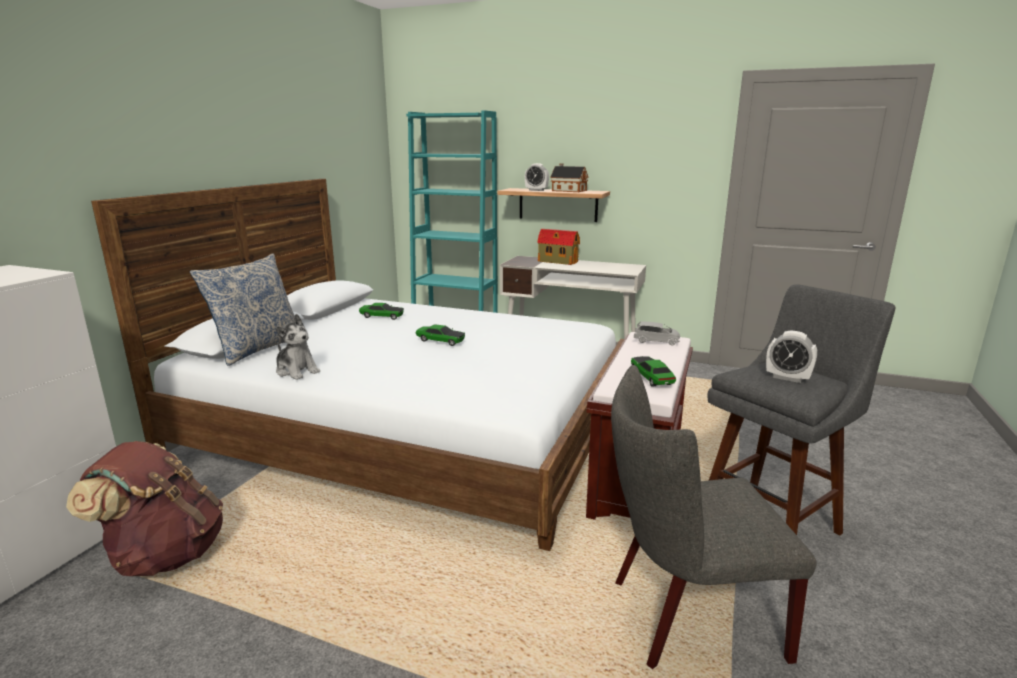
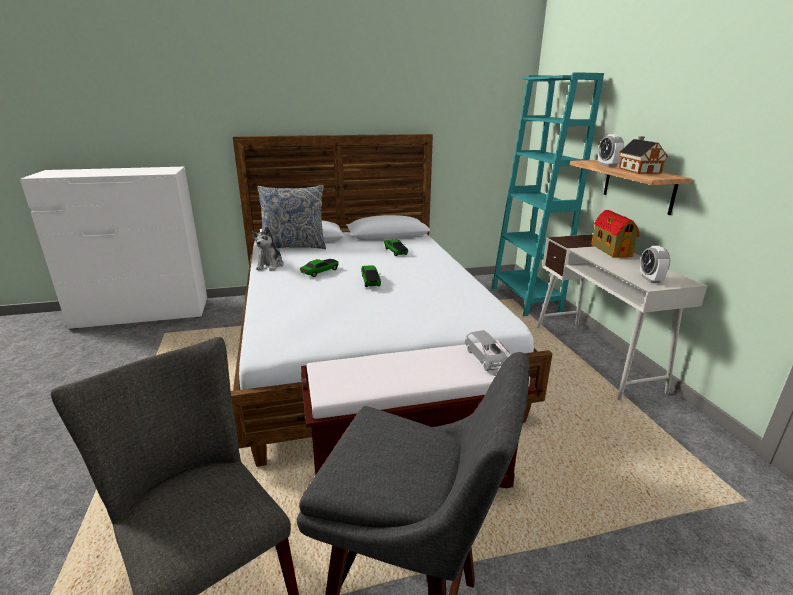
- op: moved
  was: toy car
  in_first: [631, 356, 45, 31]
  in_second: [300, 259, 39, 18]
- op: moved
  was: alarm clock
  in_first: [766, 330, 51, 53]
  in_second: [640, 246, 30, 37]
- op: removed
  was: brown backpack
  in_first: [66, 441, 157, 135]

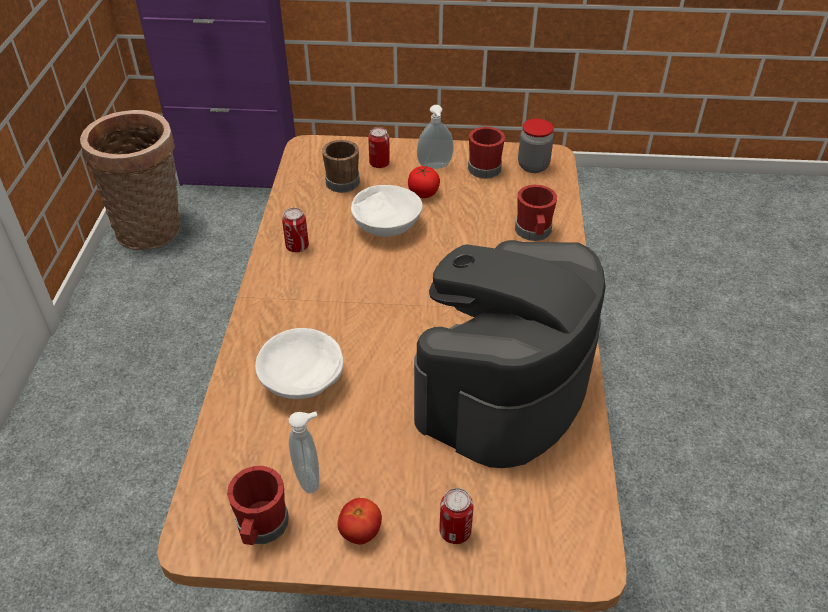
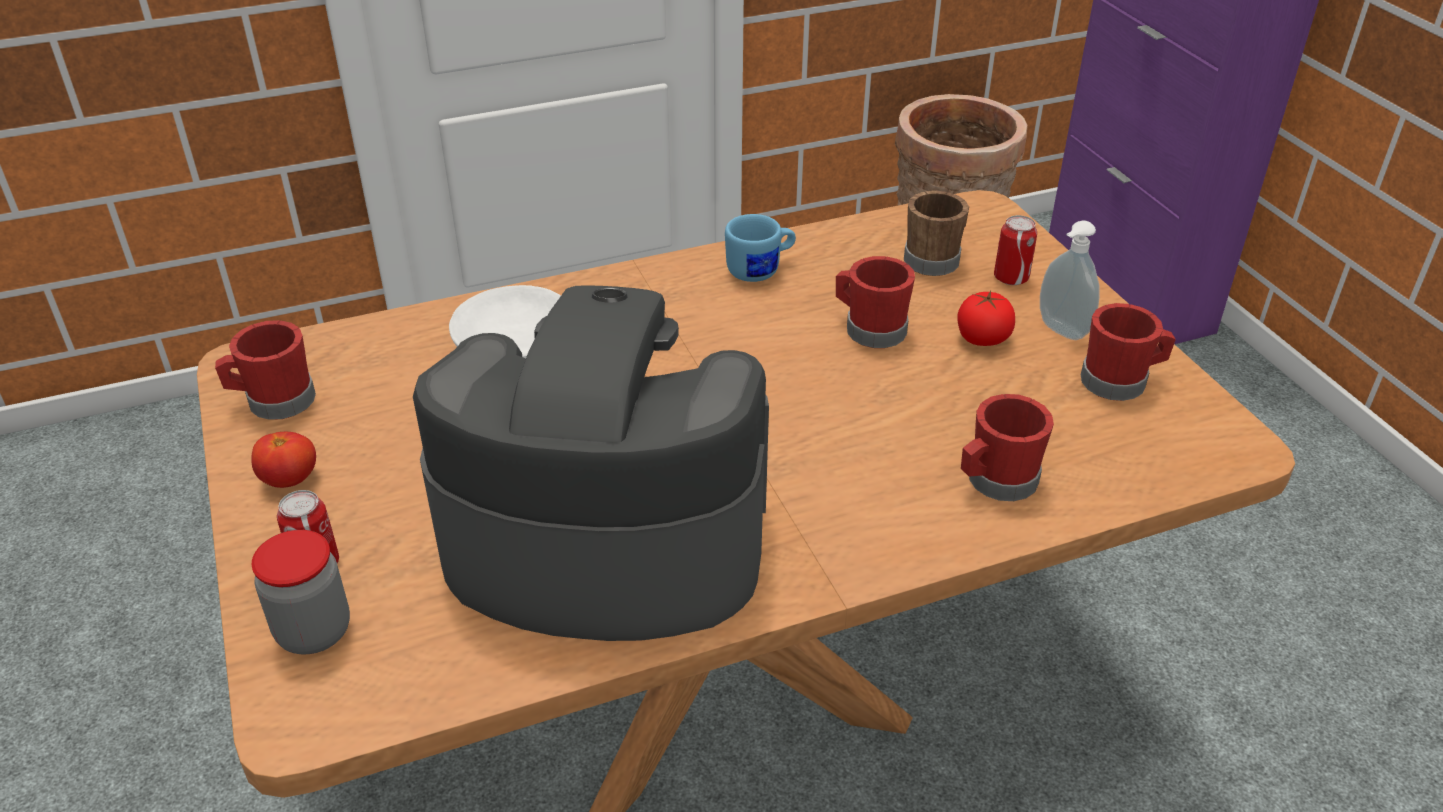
- op: moved
  was: jar
  in_first: [518, 119, 36, 54]
  in_second: [252, 530, 98, 124]
- op: replaced
  was: can
  now: blue mug
  in_first: [282, 208, 27, 44]
  in_second: [725, 214, 71, 68]
- op: replaced
  was: white bowl
  now: red mug
  in_first: [351, 185, 72, 52]
  in_second: [836, 256, 79, 92]
- op: removed
  was: soap dispenser
  in_first: [289, 412, 30, 82]

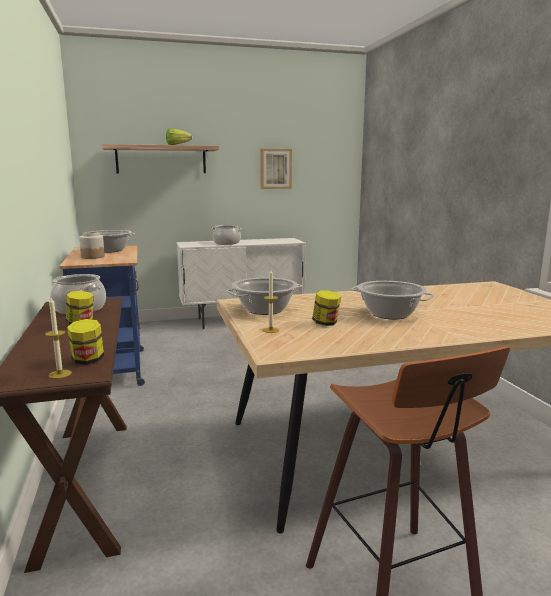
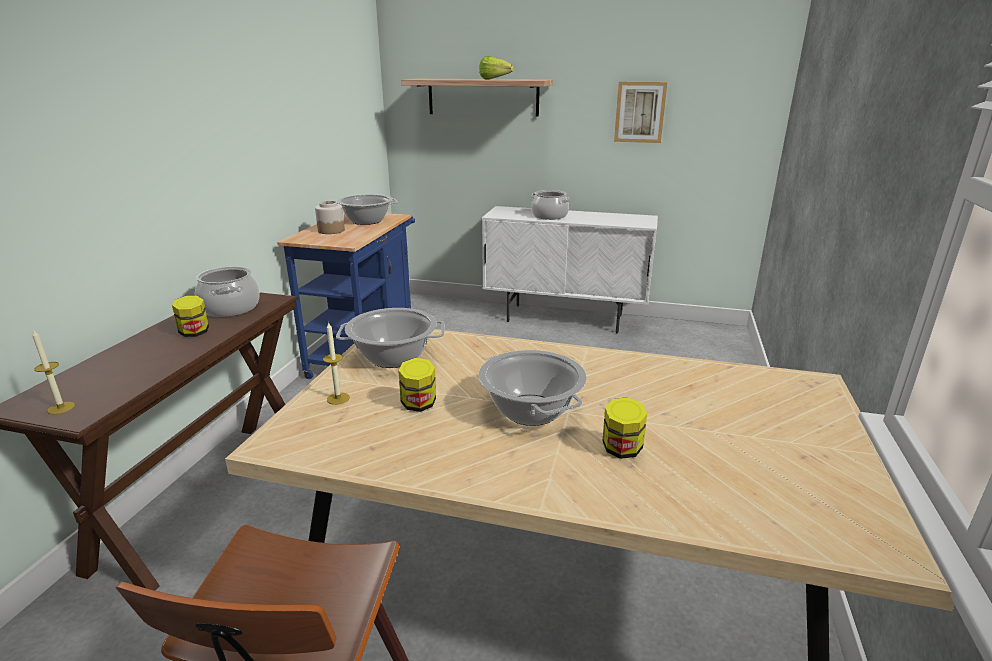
- op: moved
  was: jar
  in_first: [67, 319, 37, 46]
  in_second: [603, 397, 44, 62]

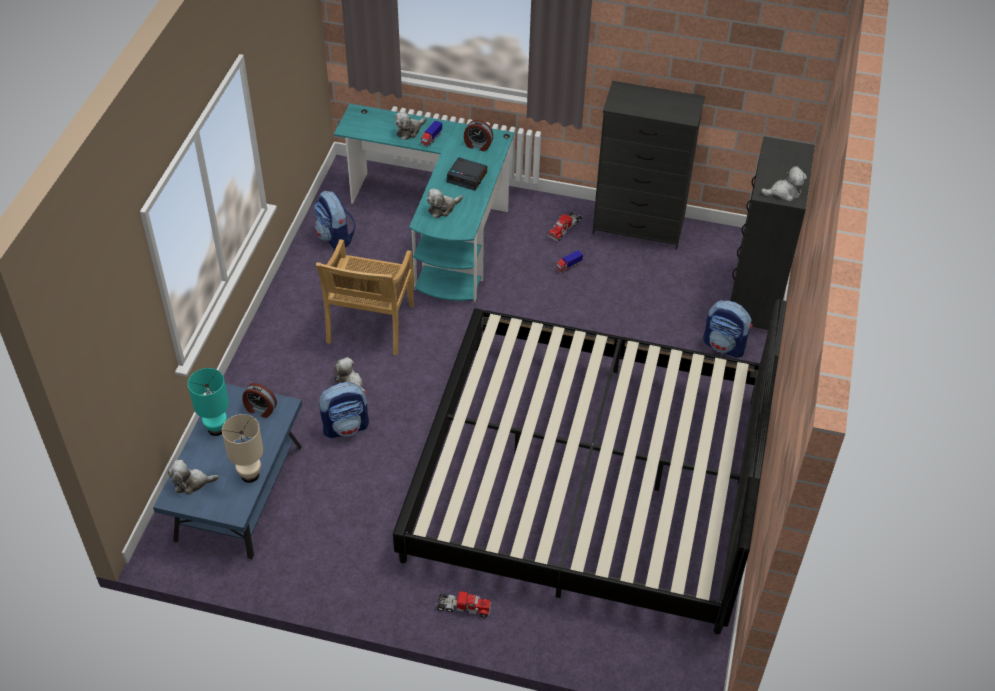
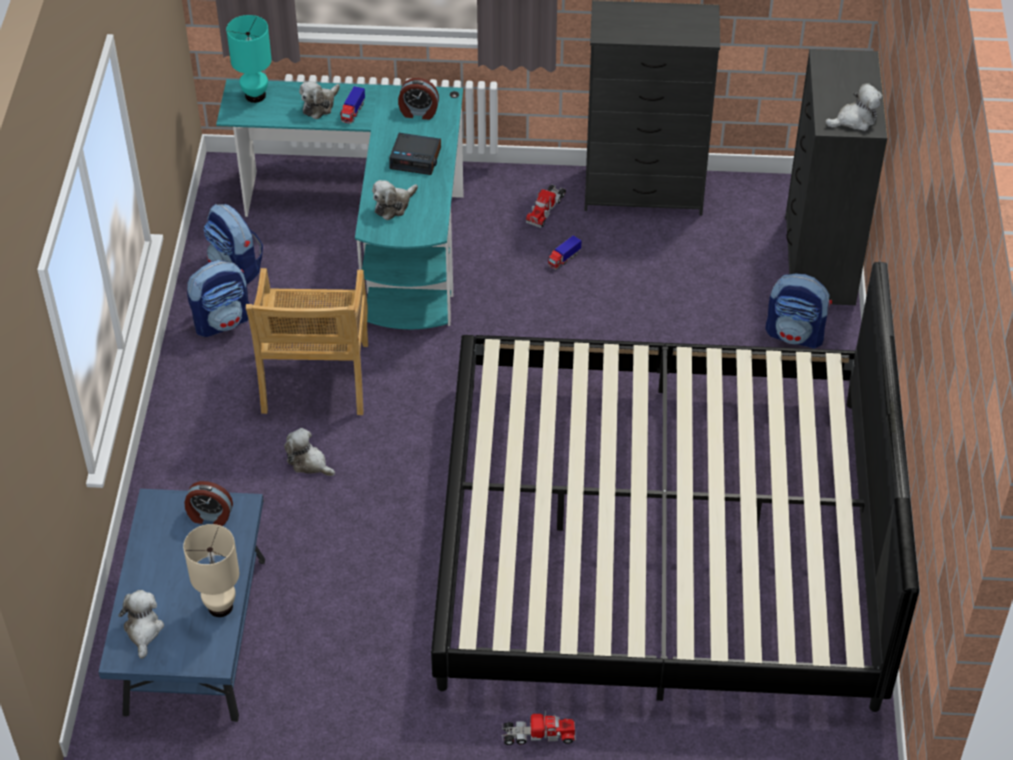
- op: turned
  was: plush toy
  in_first: [168, 460, 51, 35]
  in_second: [118, 590, 46, 69]
  clockwise: 105
- op: moved
  was: backpack
  in_first: [319, 382, 50, 56]
  in_second: [187, 260, 62, 77]
- op: moved
  was: turquoise table lamp
  in_first: [188, 368, 41, 68]
  in_second: [226, 15, 46, 88]

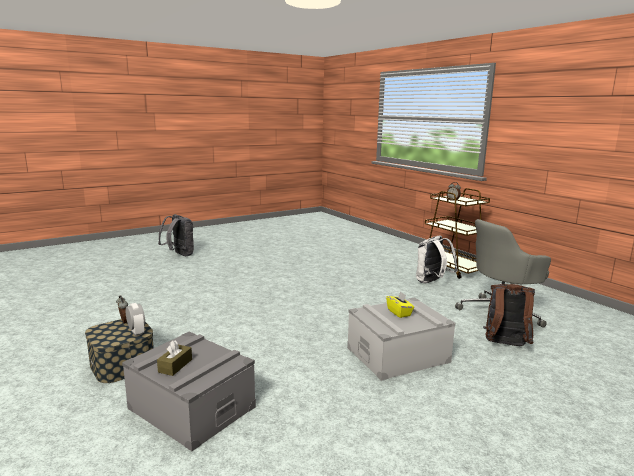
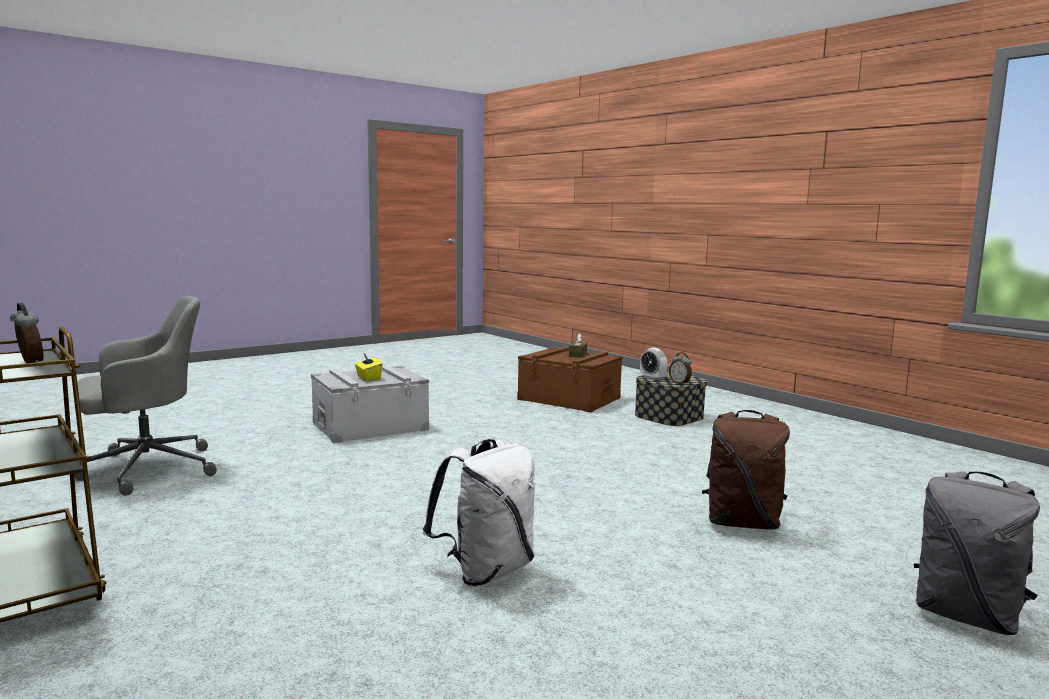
- op: moved
  was: white backpack
  in_first: [416, 236, 42, 47]
  in_second: [423, 439, 112, 147]
- op: recoloured
  was: grey storage box
  now: brown storage box
  in_first: [122, 331, 134, 120]
  in_second: [517, 347, 105, 65]
- op: moved
  was: brown backpack
  in_first: [483, 284, 52, 62]
  in_second: [702, 410, 88, 120]

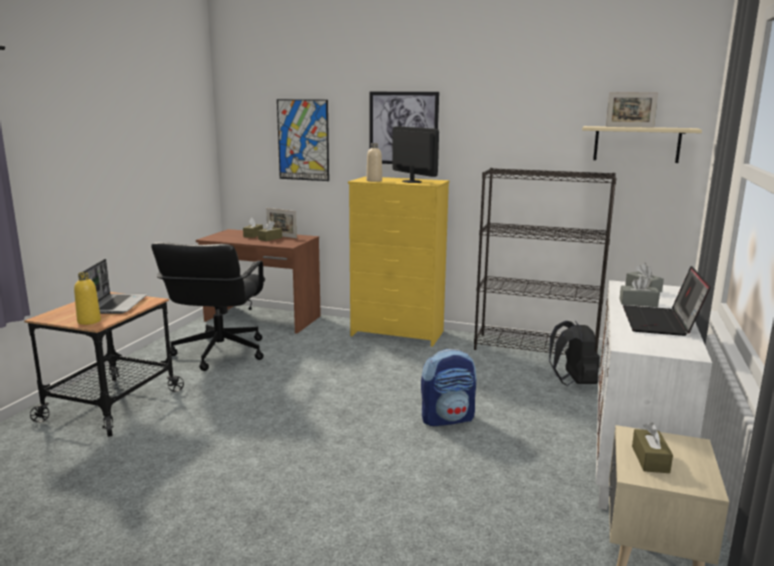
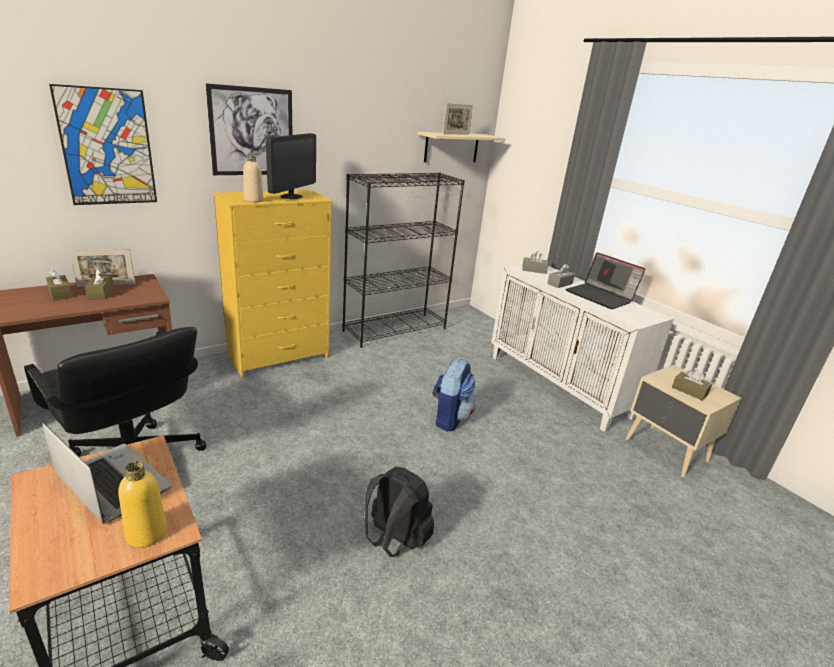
- op: turned
  was: monitor
  in_first: [392, 126, 47, 57]
  in_second: [266, 133, 50, 66]
  clockwise: 105
- op: moved
  was: black backpack
  in_first: [549, 321, 51, 65]
  in_second: [364, 467, 70, 90]

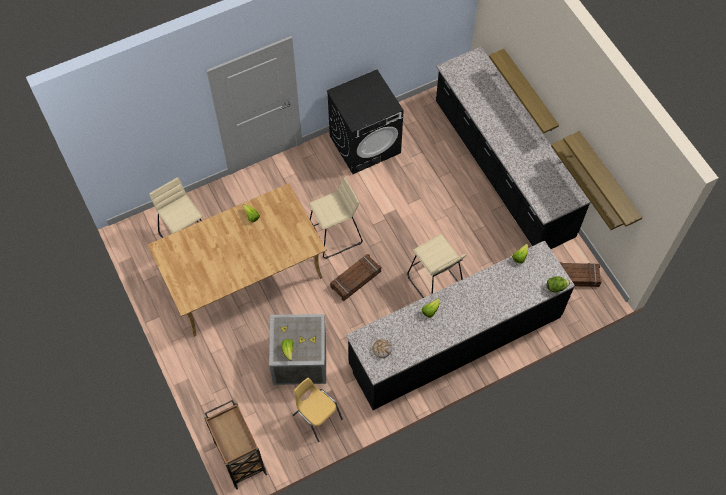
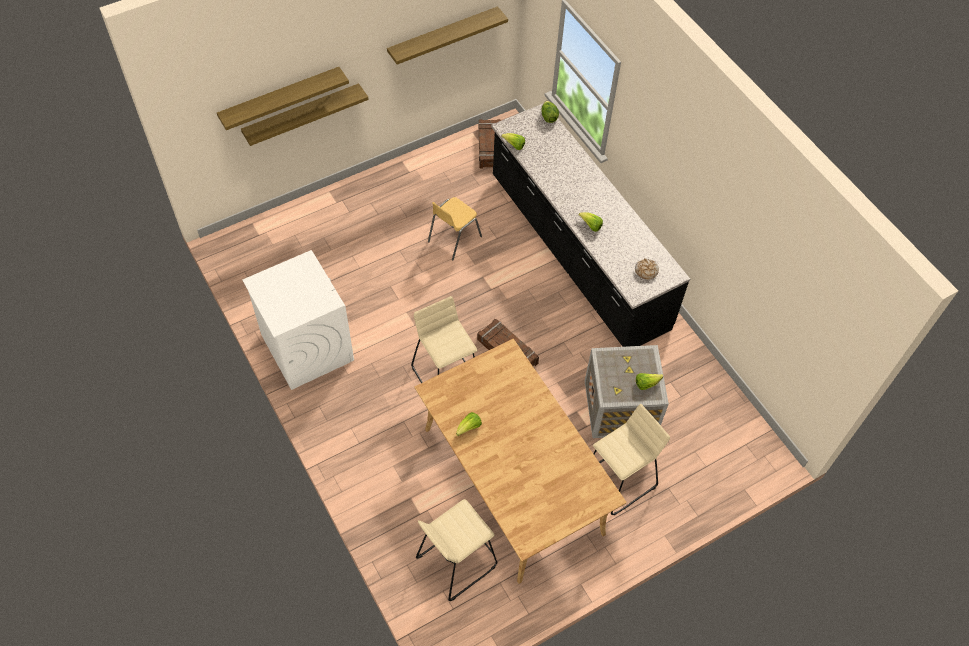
- op: moved
  was: shelf
  in_first: [551, 139, 73, 91]
  in_second: [217, 67, 132, 63]
- op: recoloured
  was: black washing machine
  now: white washing machine
  in_first: [327, 70, 77, 104]
  in_second: [242, 250, 112, 140]
- op: moved
  was: yellow chair
  in_first: [293, 378, 50, 64]
  in_second: [428, 197, 54, 63]
- op: moved
  was: beige stool
  in_first: [407, 234, 59, 64]
  in_second: [593, 404, 77, 111]
- op: removed
  was: brown cart
  in_first: [204, 400, 63, 90]
- op: removed
  was: black counter
  in_first: [436, 47, 155, 202]

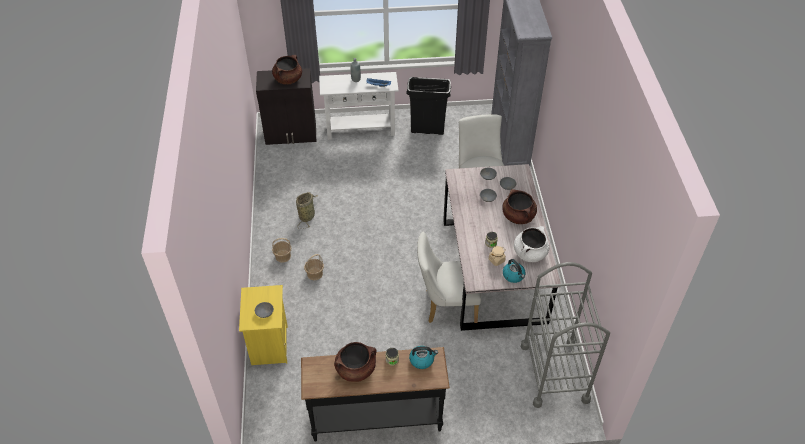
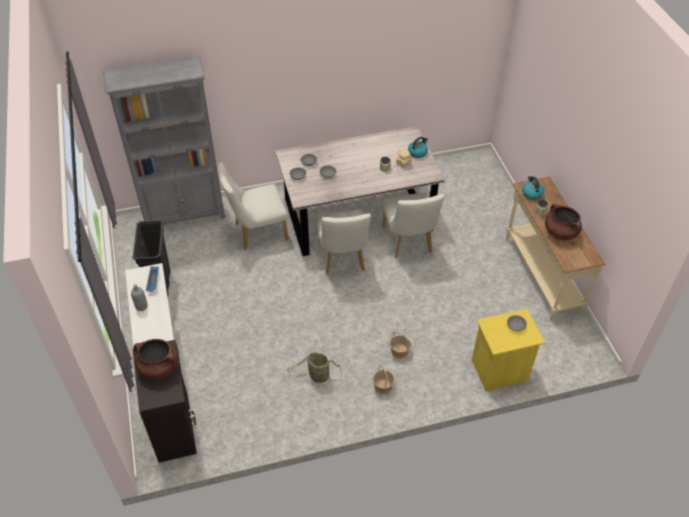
- op: added
  now: white chair
  in_second: [317, 210, 54, 65]
- op: recoloured
  was: black console table
  now: beige console table
  in_first: [301, 347, 149, 95]
  in_second: [506, 177, 99, 144]
- op: removed
  was: brown cooking pot
  in_first: [502, 189, 35, 35]
- op: removed
  was: white cooking pot
  in_first: [514, 226, 36, 36]
- op: removed
  was: grey cart
  in_first: [521, 262, 89, 146]

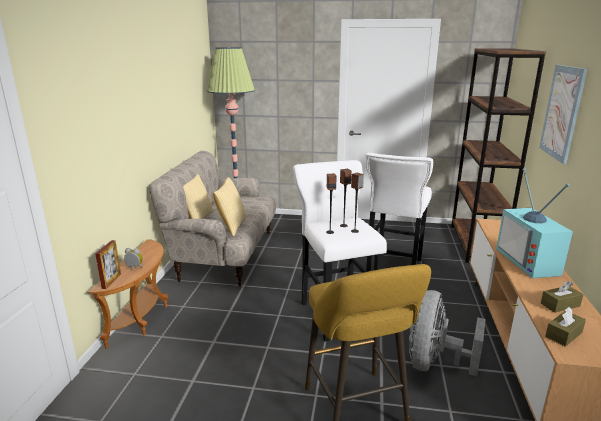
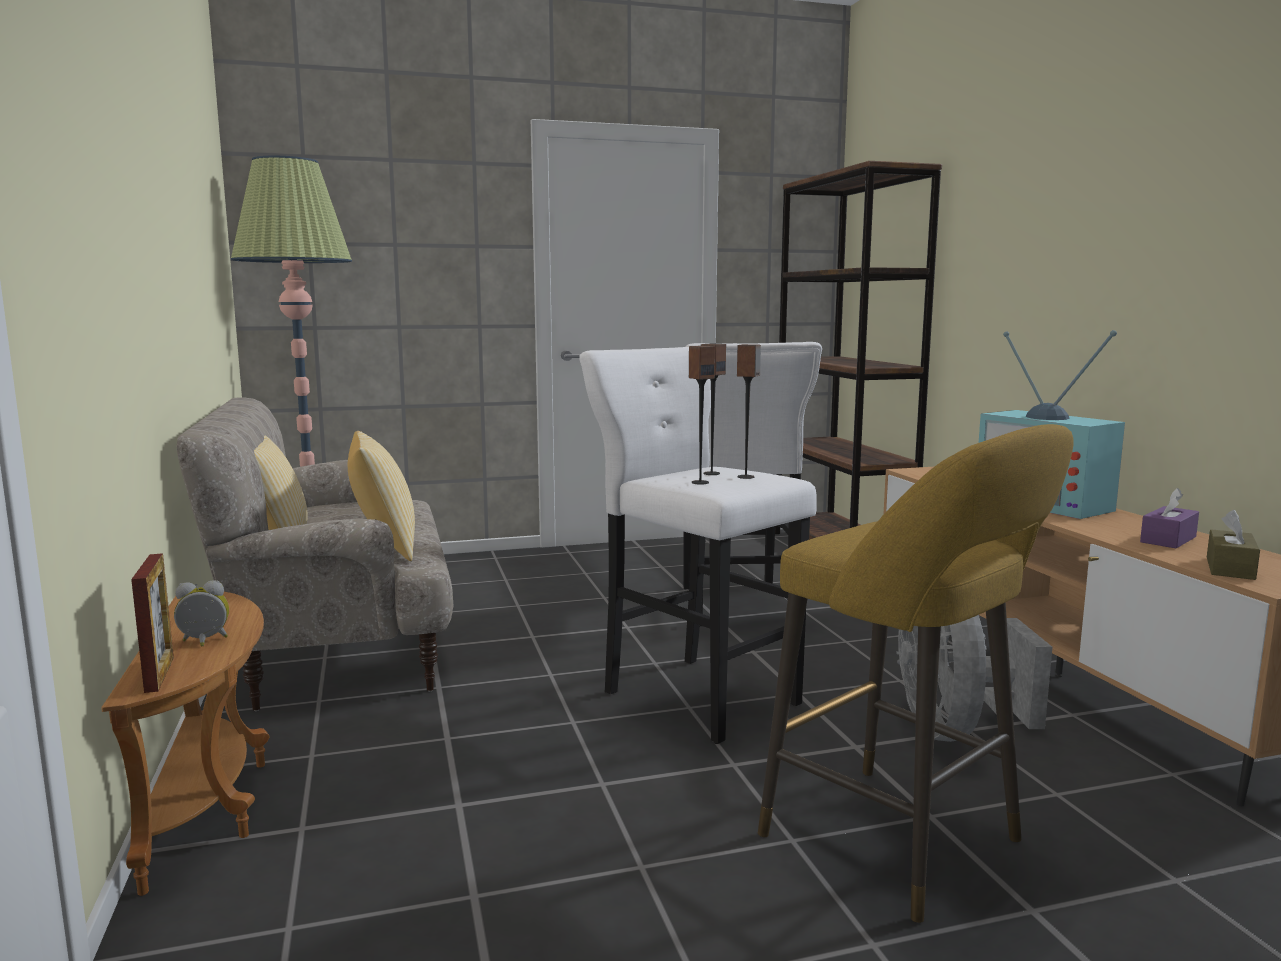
- op: recoloured
  was: brown tissue box
  now: purple tissue box
  in_first: [541, 281, 42, 32]
  in_second: [1140, 488, 59, 60]
- op: removed
  was: picture
  in_first: [539, 65, 48, 99]

